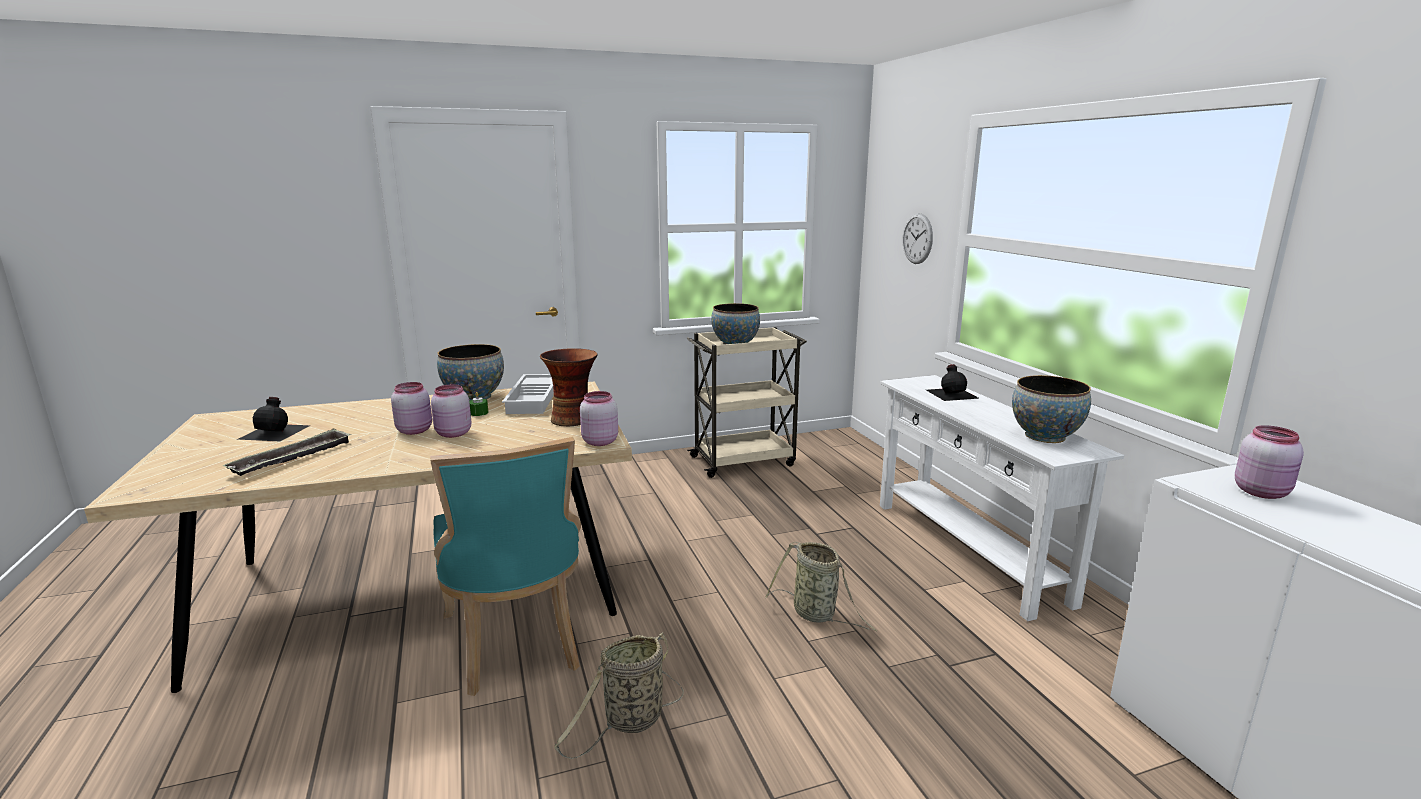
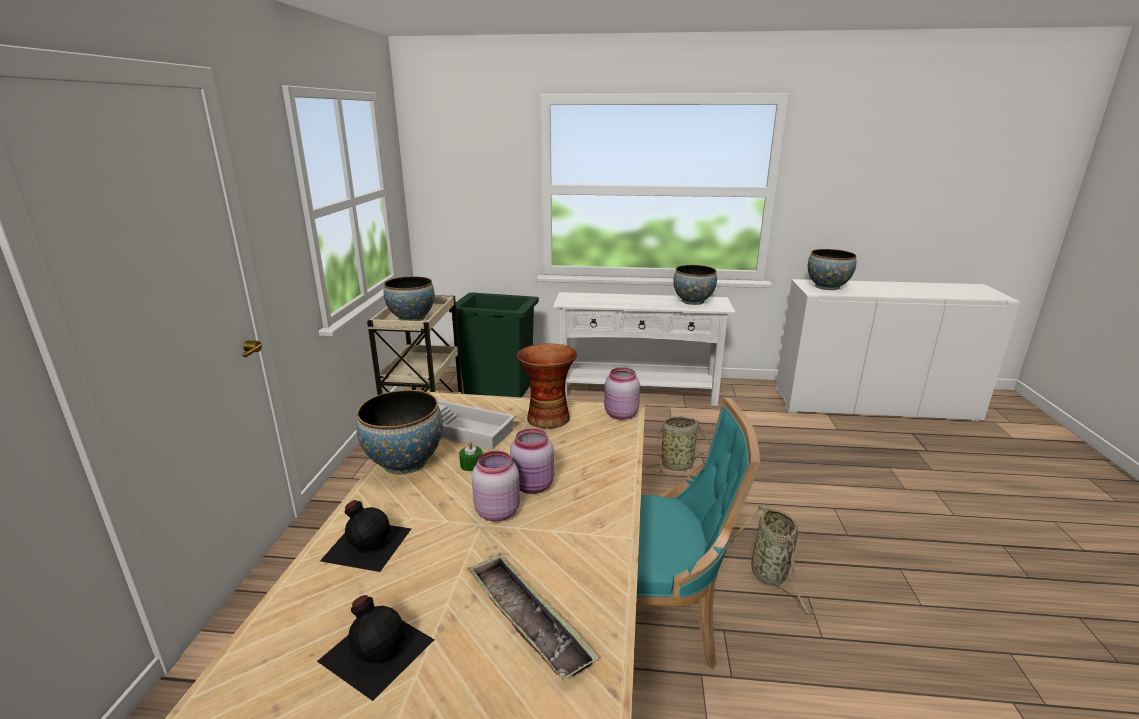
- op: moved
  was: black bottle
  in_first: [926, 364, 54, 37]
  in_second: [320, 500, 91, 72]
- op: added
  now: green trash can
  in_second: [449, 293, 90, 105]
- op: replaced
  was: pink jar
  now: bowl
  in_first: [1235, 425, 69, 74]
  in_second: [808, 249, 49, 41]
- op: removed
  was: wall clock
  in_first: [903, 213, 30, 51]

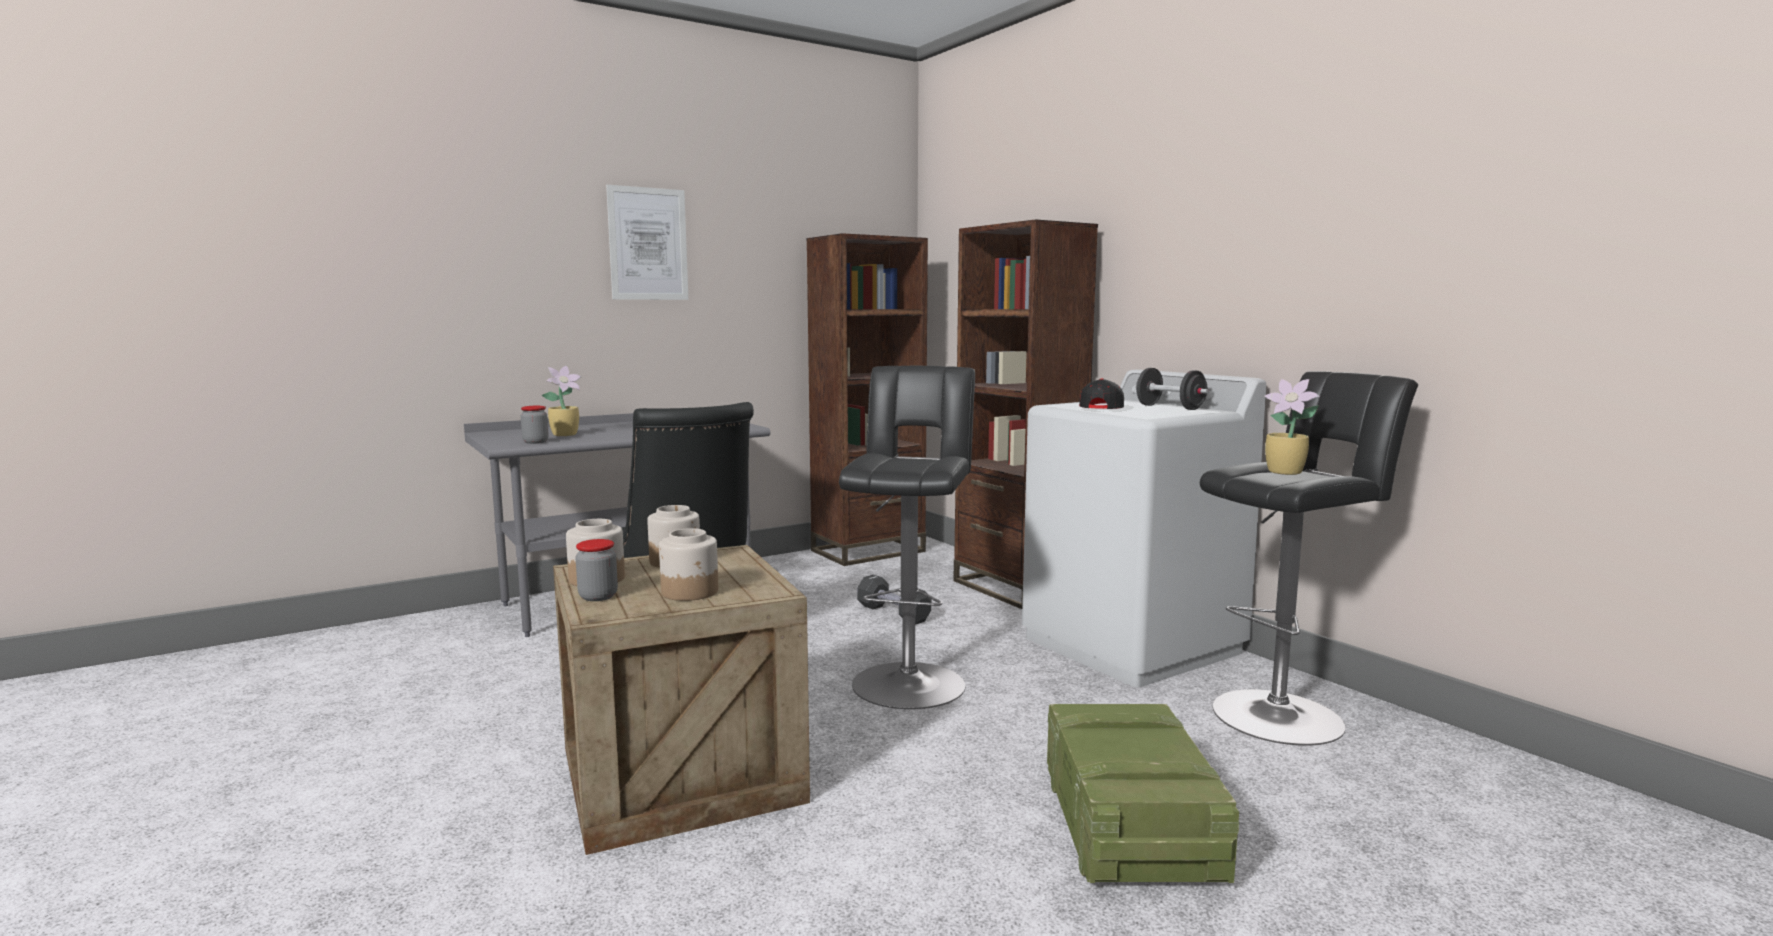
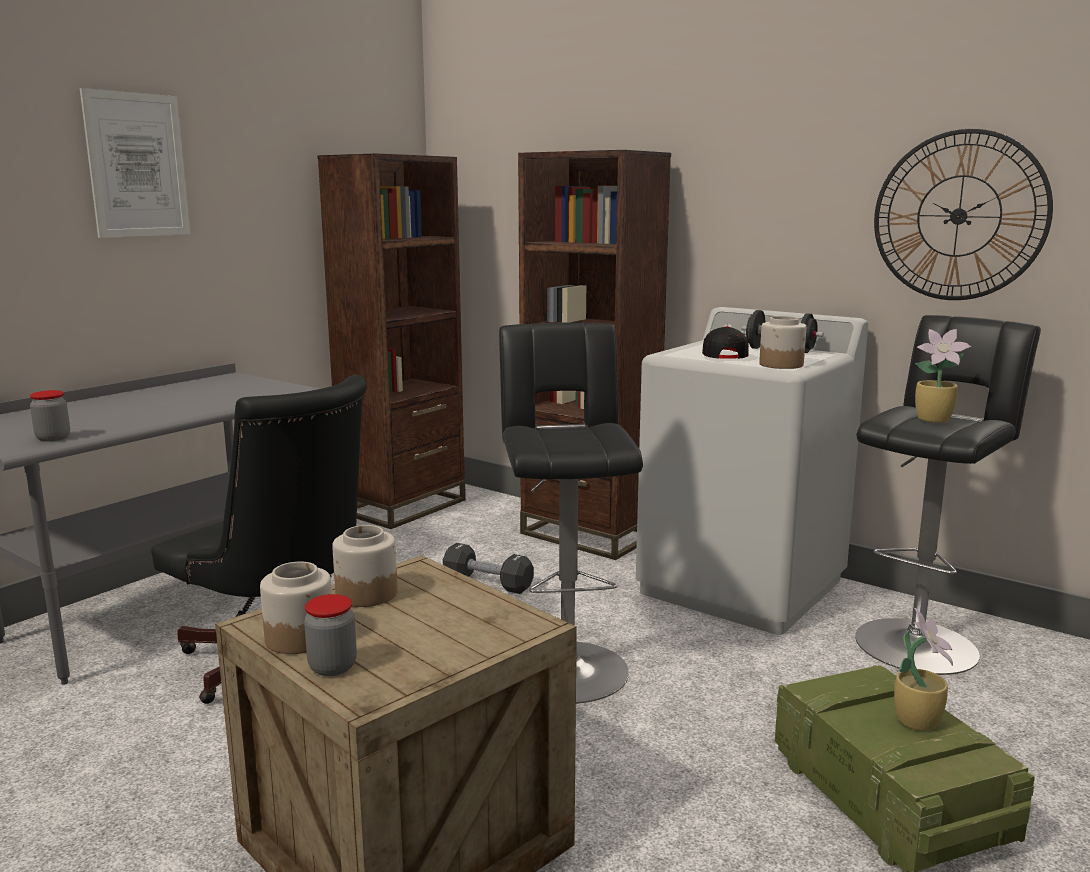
- op: moved
  was: jar
  in_first: [659, 528, 59, 73]
  in_second: [759, 316, 47, 53]
- op: added
  now: wall clock
  in_second: [874, 129, 179, 171]
- op: moved
  was: potted plant
  in_first: [542, 366, 39, 70]
  in_second: [894, 608, 59, 123]

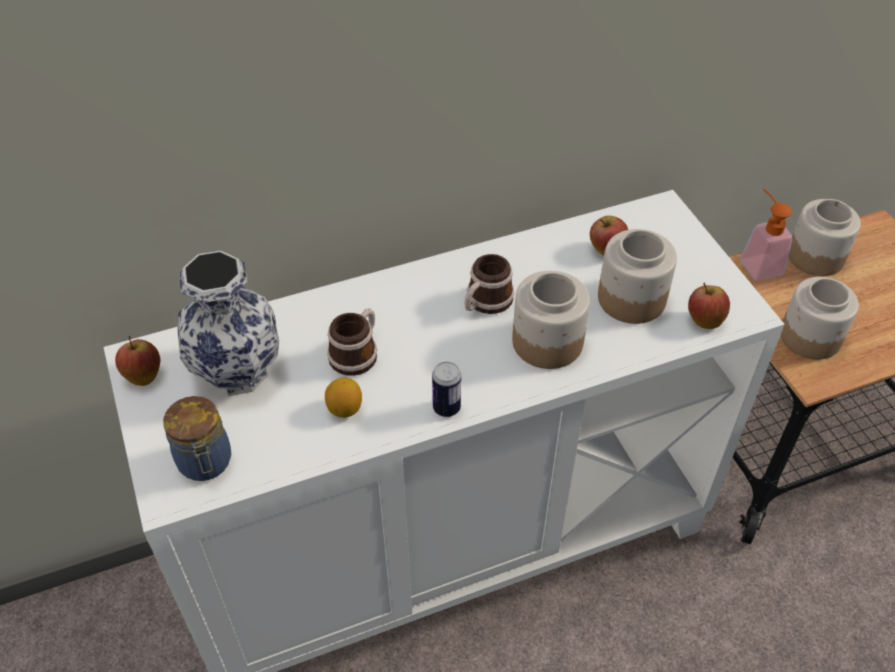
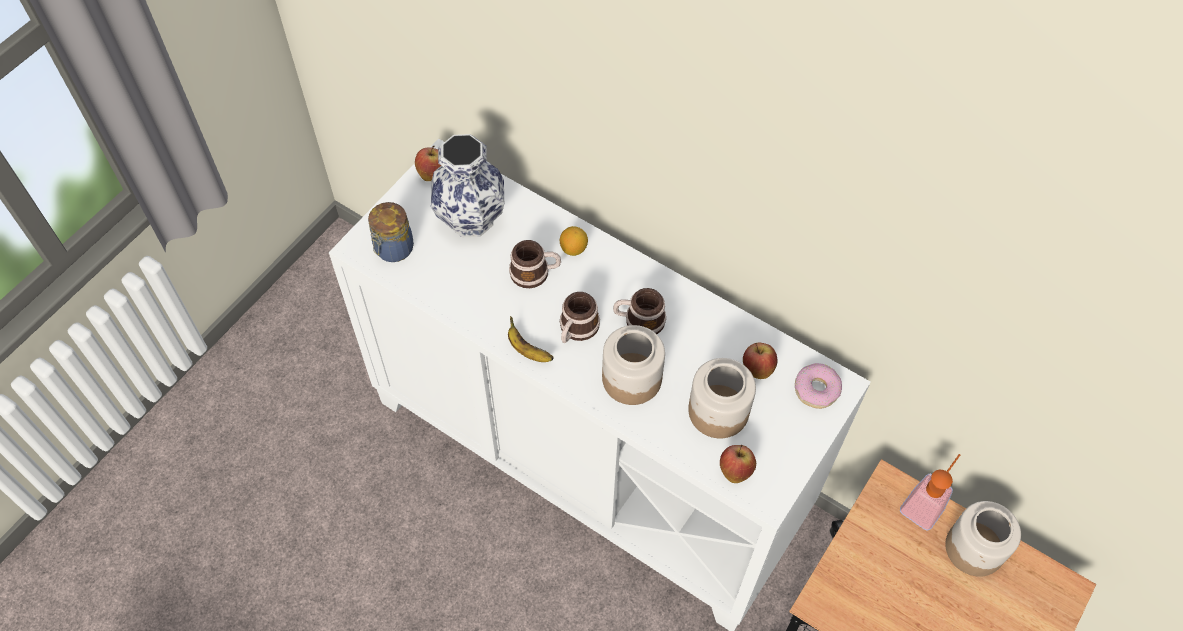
- op: replaced
  was: can
  now: banana
  in_first: [432, 362, 29, 55]
  in_second: [508, 316, 46, 46]
- op: moved
  was: lemon
  in_first: [325, 378, 37, 40]
  in_second: [560, 226, 28, 30]
- op: added
  now: mug
  in_second: [560, 292, 40, 51]
- op: added
  now: donut
  in_second: [795, 363, 47, 46]
- op: removed
  was: jar
  in_first: [781, 277, 78, 83]

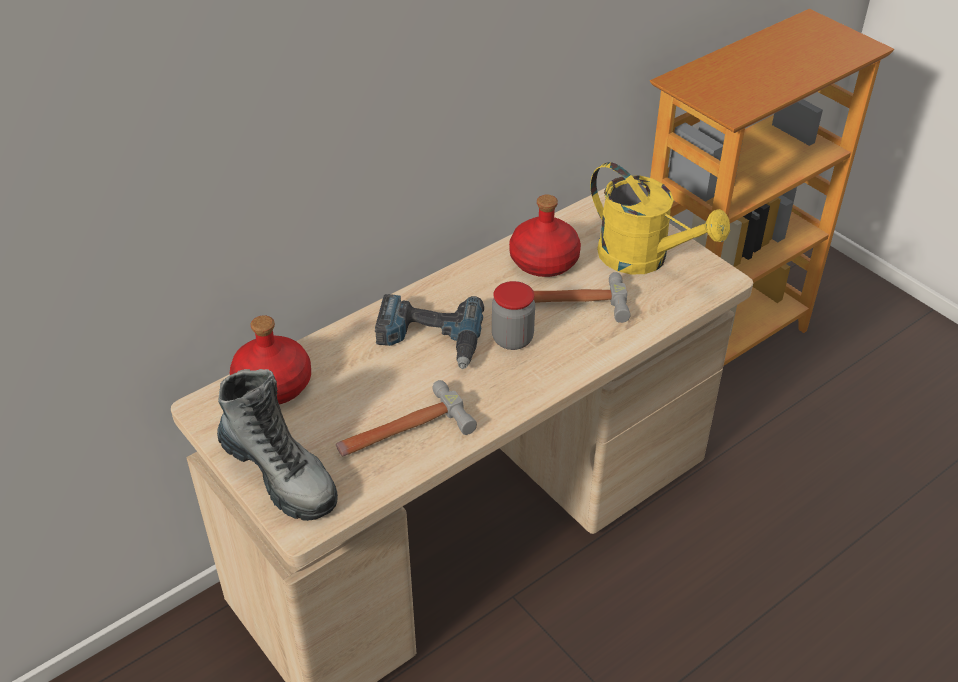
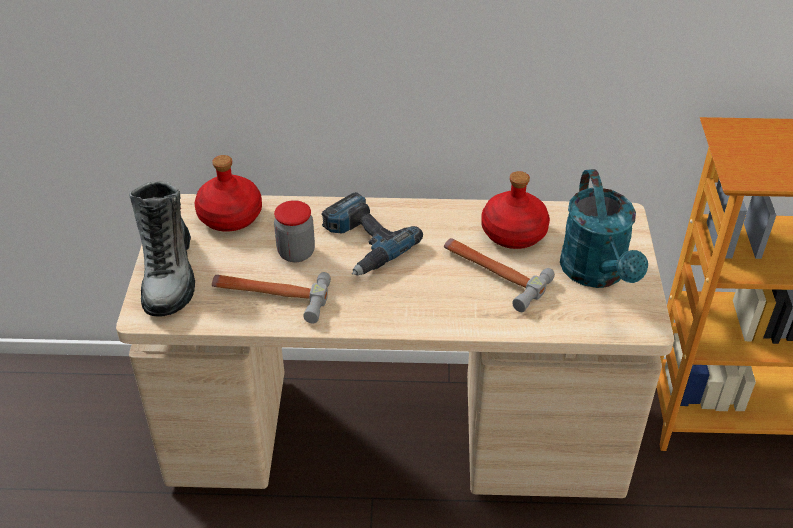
- op: moved
  was: jar
  in_first: [492, 281, 43, 69]
  in_second: [274, 200, 41, 62]
- op: recoloured
  was: yellow watering can
  now: turquoise watering can
  in_first: [590, 162, 140, 113]
  in_second: [560, 169, 88, 119]

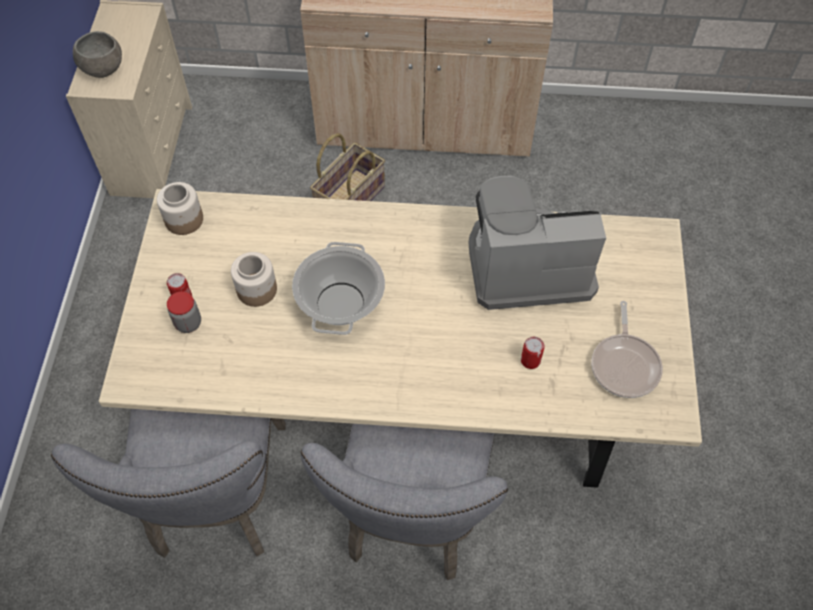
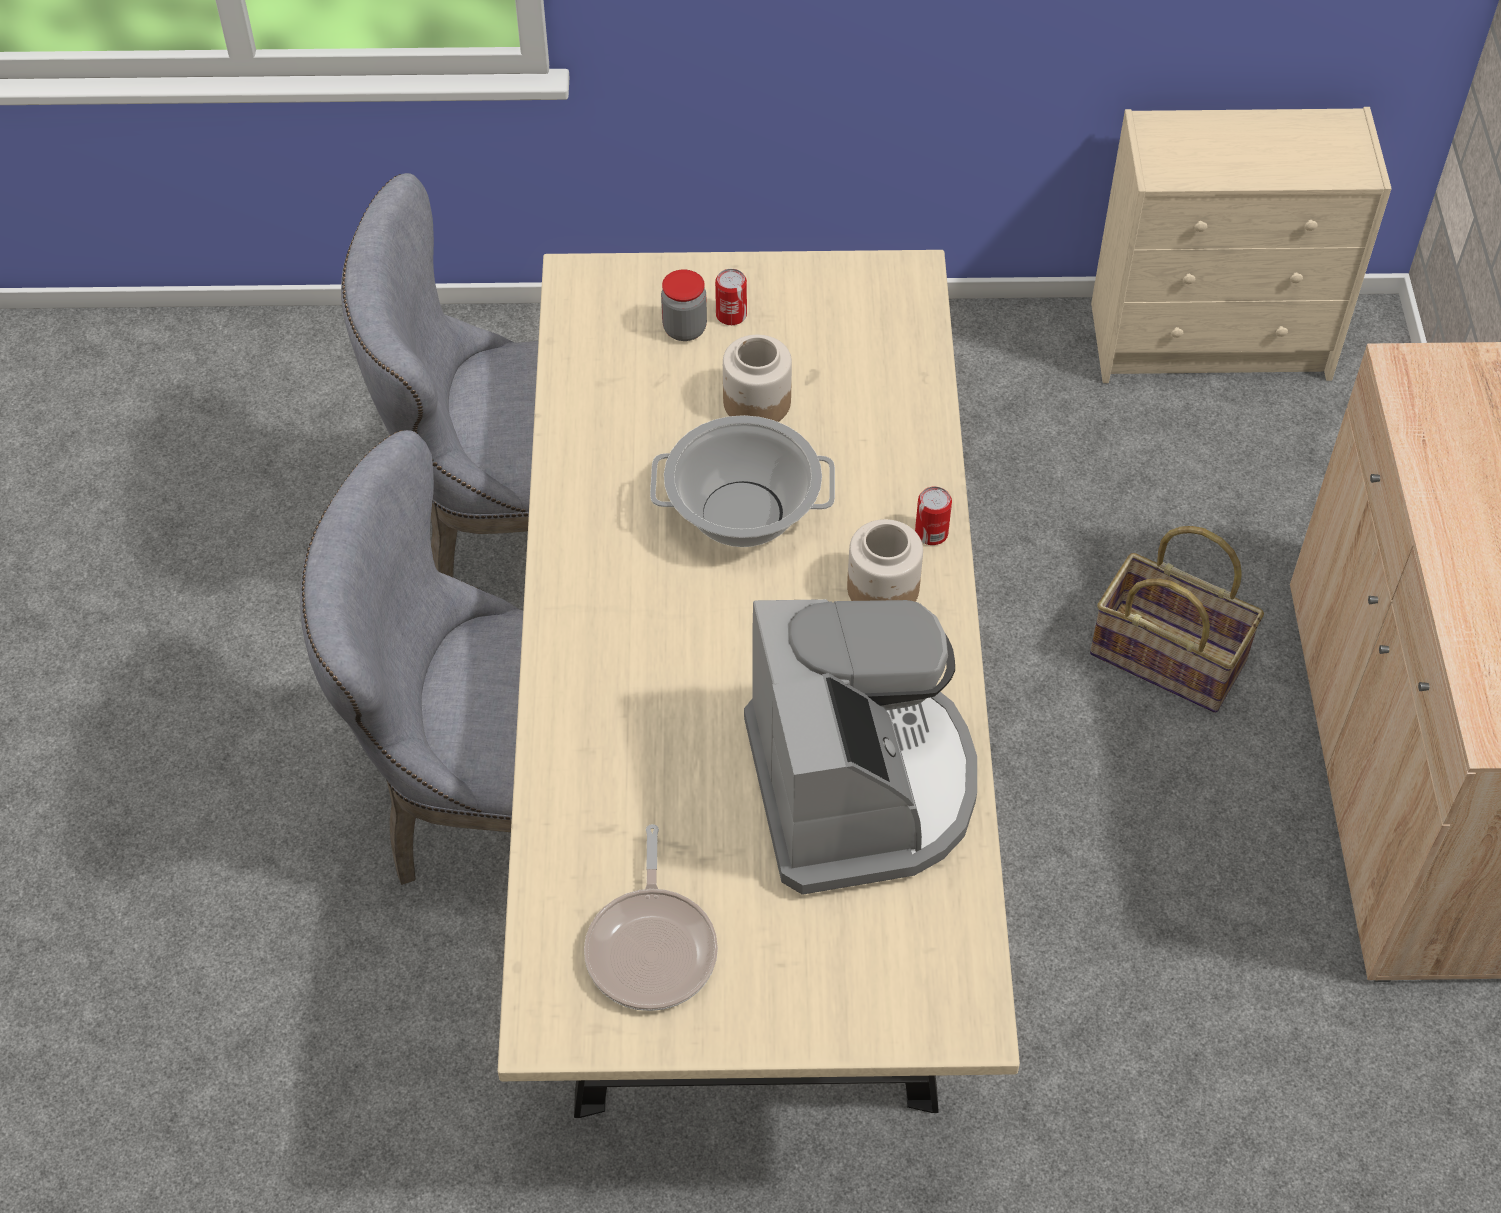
- op: turned
  was: frying pan
  in_first: [591, 301, 72, 97]
  in_second: [584, 824, 134, 187]
  clockwise: -90
- op: moved
  was: jar
  in_first: [157, 182, 46, 53]
  in_second: [847, 519, 76, 83]
- op: moved
  was: can
  in_first: [521, 337, 24, 32]
  in_second: [915, 486, 37, 59]
- op: removed
  was: grey bowl
  in_first: [73, 31, 49, 47]

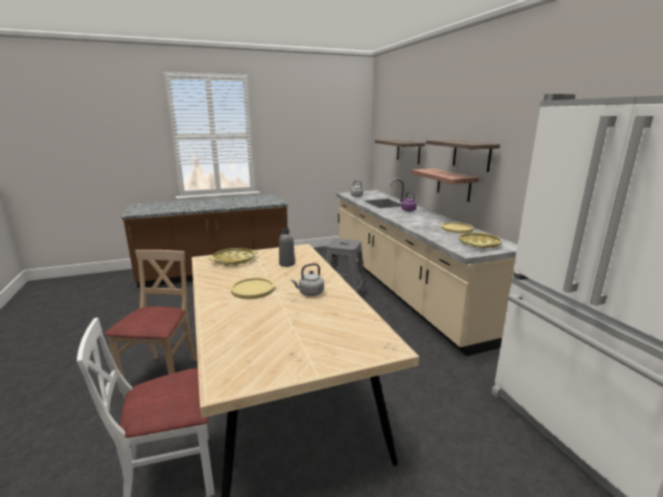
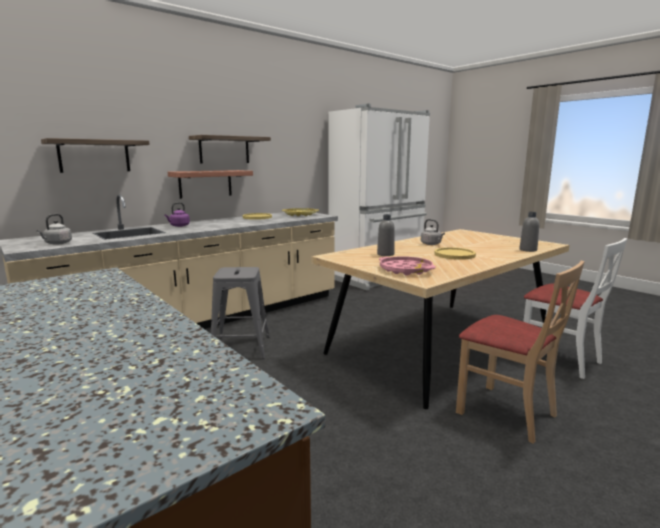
- op: recoloured
  was: yellow tray
  now: pink tray
  in_first: [208, 248, 50, 18]
  in_second: [379, 256, 57, 20]
- op: turned
  was: beige chair
  in_first: [105, 250, 92, 143]
  in_second: [456, 260, 129, 184]
  clockwise: -120
- op: added
  now: grey bottle
  in_second: [519, 212, 20, 40]

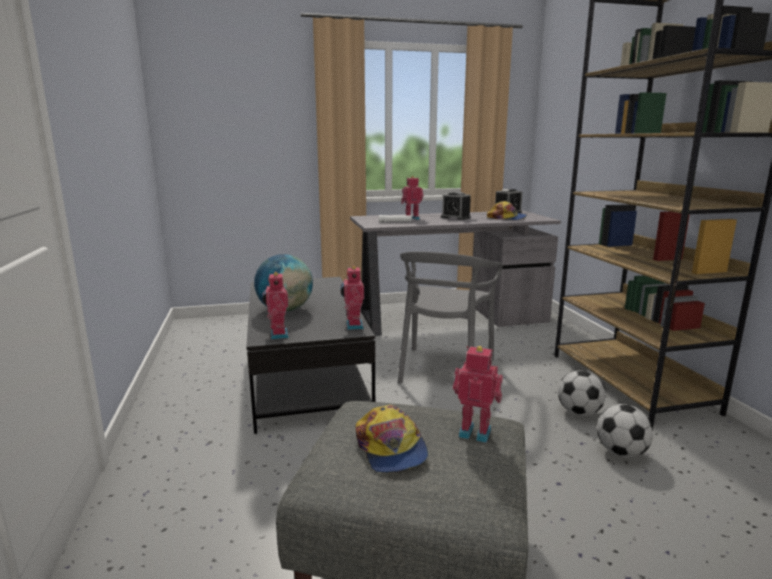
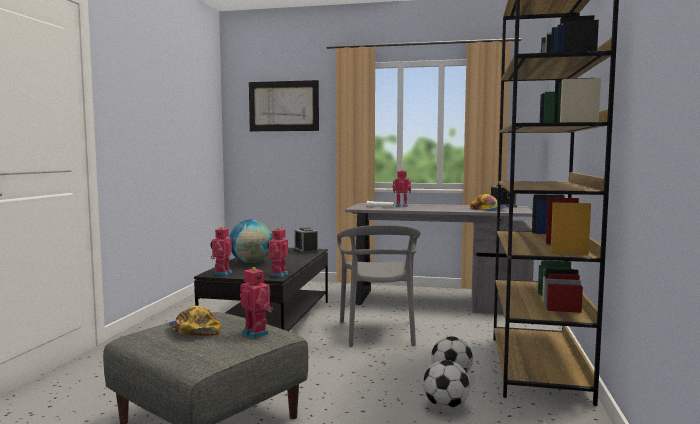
- op: turned
  was: cap
  in_first: [356, 405, 72, 68]
  in_second: [168, 306, 53, 30]
  clockwise: 135
- op: added
  now: picture
  in_second: [249, 80, 70, 51]
- op: moved
  was: alarm clock
  in_first: [441, 192, 30, 28]
  in_second: [294, 227, 24, 27]
- op: turned
  was: grey chair
  in_first: [398, 251, 105, 133]
  in_second: [337, 225, 84, 122]
  clockwise: -45

